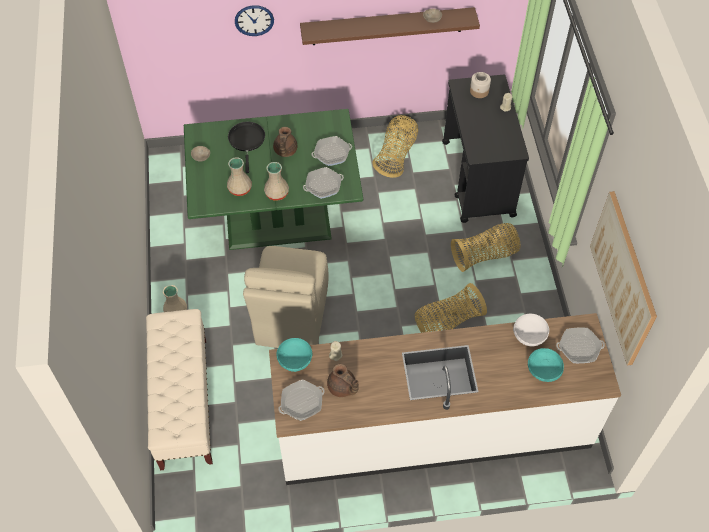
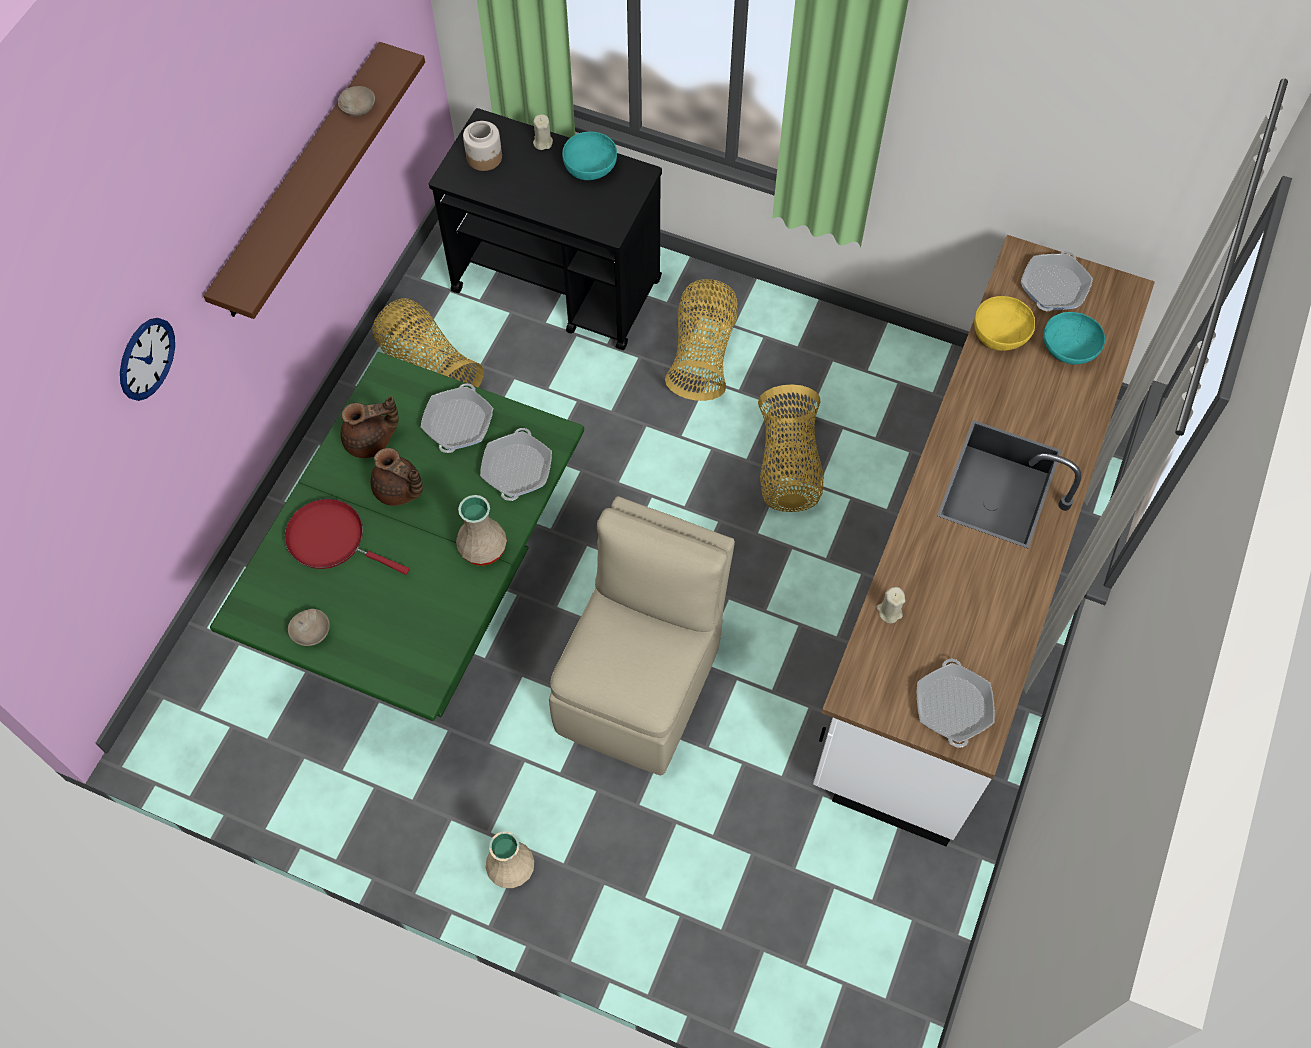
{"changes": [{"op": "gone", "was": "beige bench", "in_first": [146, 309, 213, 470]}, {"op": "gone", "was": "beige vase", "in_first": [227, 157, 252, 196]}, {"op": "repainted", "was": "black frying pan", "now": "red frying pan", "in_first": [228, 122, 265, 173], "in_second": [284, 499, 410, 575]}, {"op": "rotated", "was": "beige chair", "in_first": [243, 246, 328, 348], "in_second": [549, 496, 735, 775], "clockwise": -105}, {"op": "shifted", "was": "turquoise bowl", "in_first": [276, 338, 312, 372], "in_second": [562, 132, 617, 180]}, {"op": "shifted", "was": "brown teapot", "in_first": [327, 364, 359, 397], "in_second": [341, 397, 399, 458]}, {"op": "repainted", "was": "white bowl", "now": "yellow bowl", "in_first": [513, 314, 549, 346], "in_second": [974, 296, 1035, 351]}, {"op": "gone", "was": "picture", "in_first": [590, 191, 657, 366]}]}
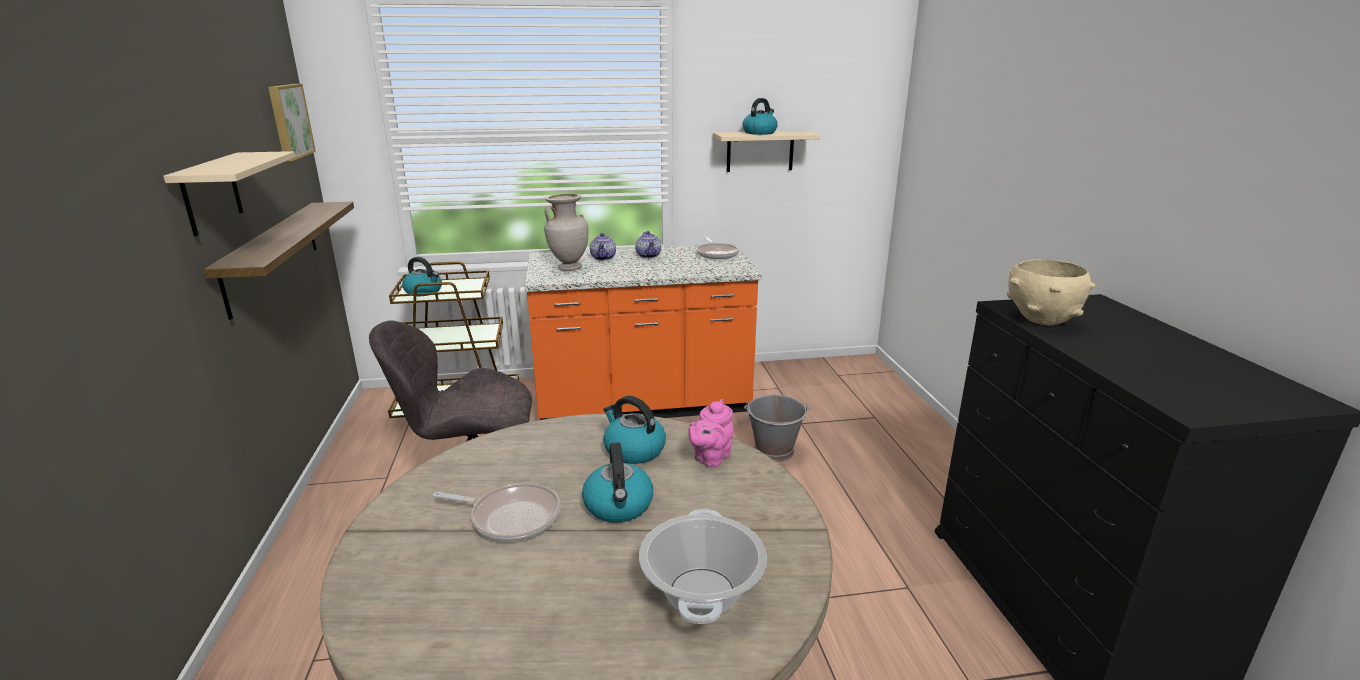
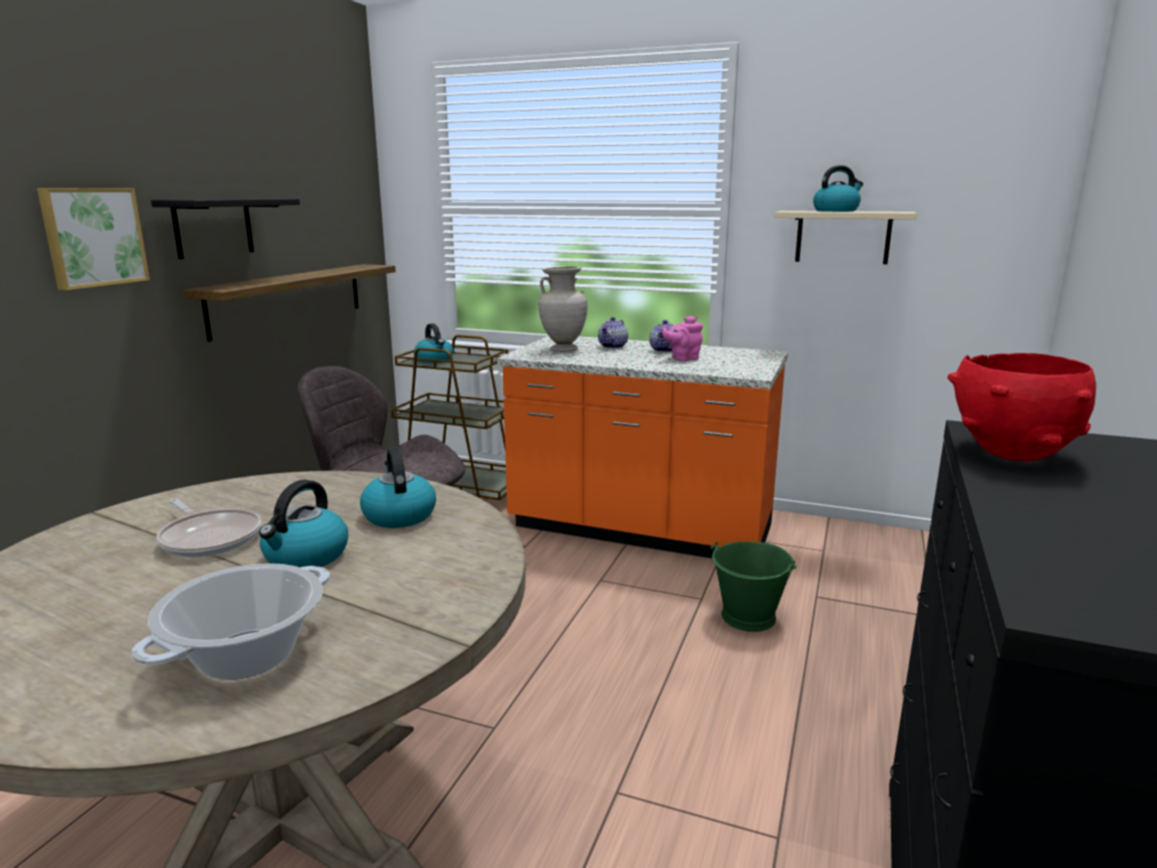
{"changes": [{"op": "repainted", "was": "beige shelf", "now": "black shelf", "in_first": [163, 151, 295, 237], "in_second": [151, 199, 300, 259]}, {"op": "shifted", "was": "picture", "in_first": [268, 84, 316, 161], "in_second": [37, 188, 150, 290]}, {"op": "shifted", "was": "pink teapot", "in_first": [689, 399, 734, 467], "in_second": [662, 316, 703, 361]}, {"op": "gone", "was": "frying pan", "in_first": [696, 237, 739, 259]}, {"op": "repainted", "was": "grey bucket", "now": "green bucket", "in_first": [744, 394, 810, 462], "in_second": [711, 541, 797, 632]}, {"op": "repainted", "was": "beige bowl", "now": "red bowl", "in_first": [1007, 259, 1095, 325], "in_second": [948, 353, 1096, 462]}]}
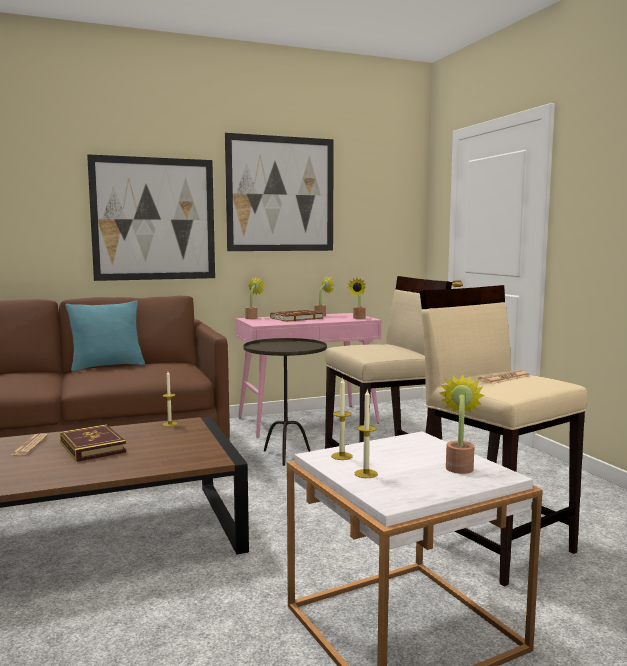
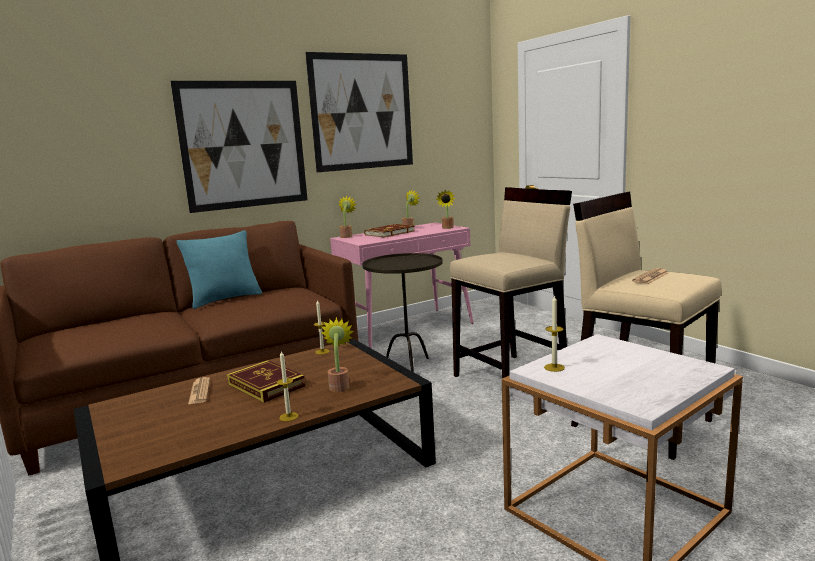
{"changes": [{"op": "shifted", "was": "candle", "in_first": [355, 390, 378, 478], "in_second": [277, 351, 298, 421]}, {"op": "shifted", "was": "potted plant", "in_first": [439, 374, 484, 474], "in_second": [321, 317, 354, 392]}]}
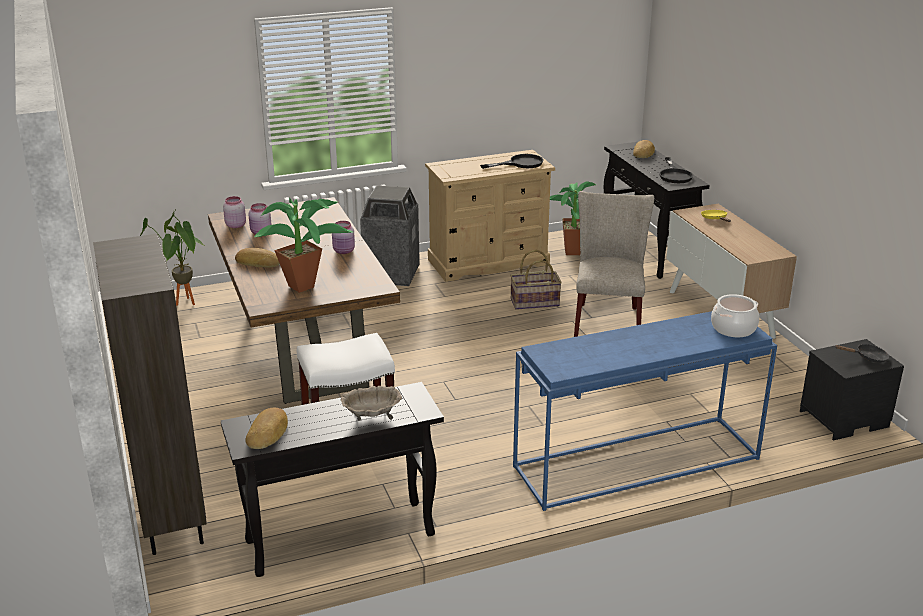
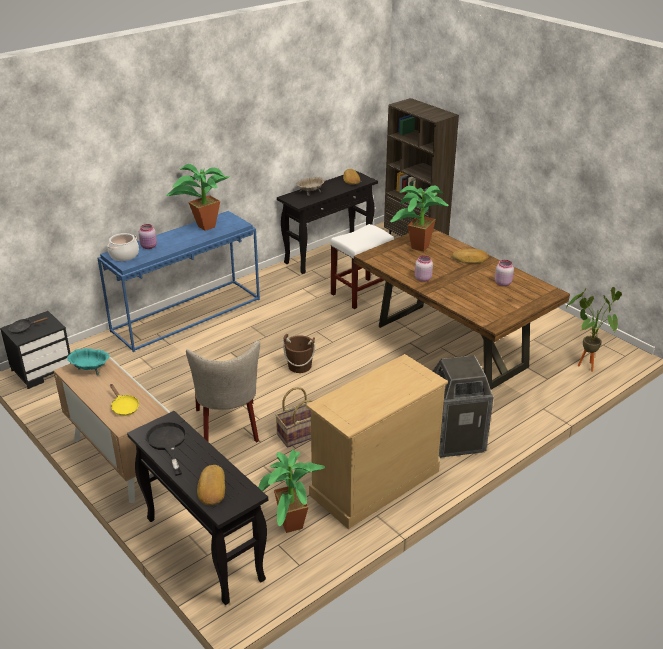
{"changes": [{"op": "shifted", "was": "pink jar", "in_first": [223, 196, 246, 228], "in_second": [139, 224, 157, 249]}, {"op": "gone", "was": "black frying pan", "in_first": [480, 154, 544, 169]}, {"op": "new", "now": "turquoise bowl", "in_second": [67, 348, 109, 375]}, {"op": "new", "now": "potted plant", "in_second": [165, 164, 230, 231]}, {"op": "new", "now": "brown bucket", "in_second": [283, 334, 315, 373]}]}
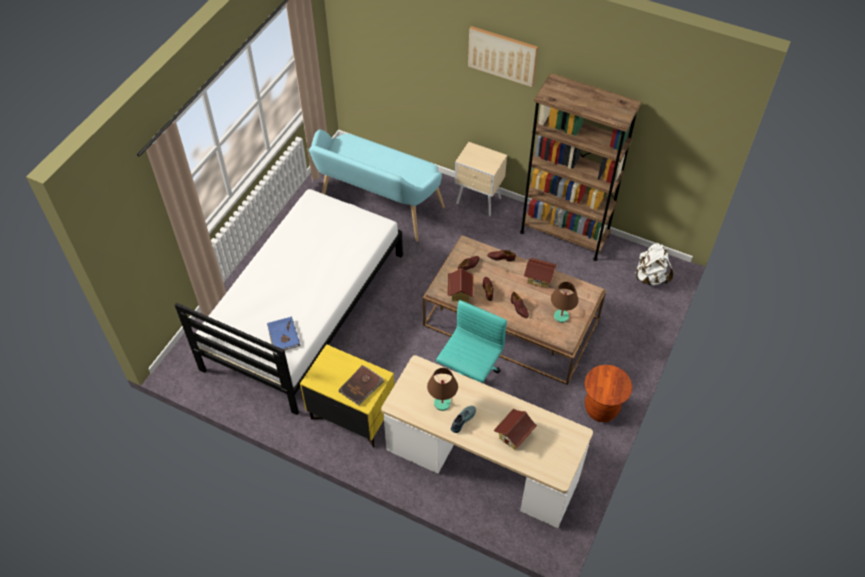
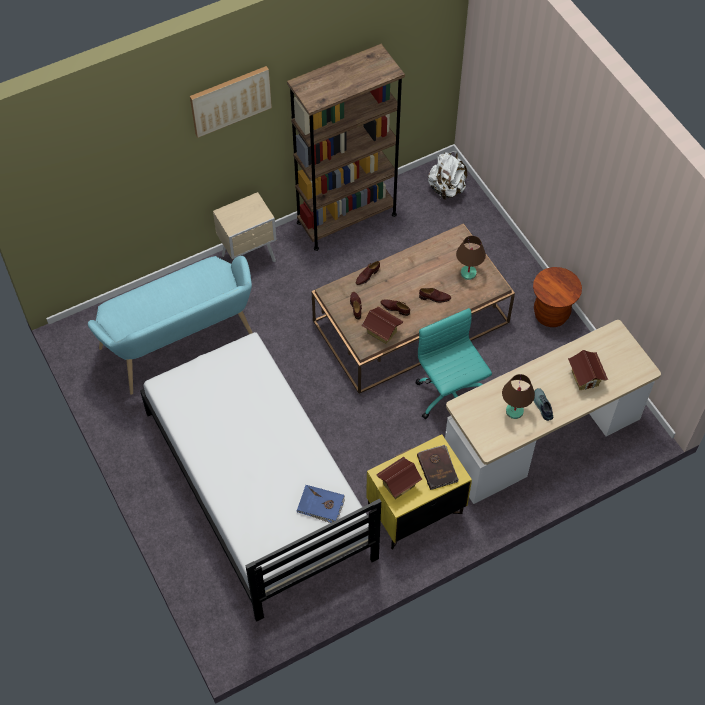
{"changes": [{"op": "shifted", "was": "toy house", "in_first": [524, 257, 557, 288], "in_second": [376, 457, 422, 499]}]}
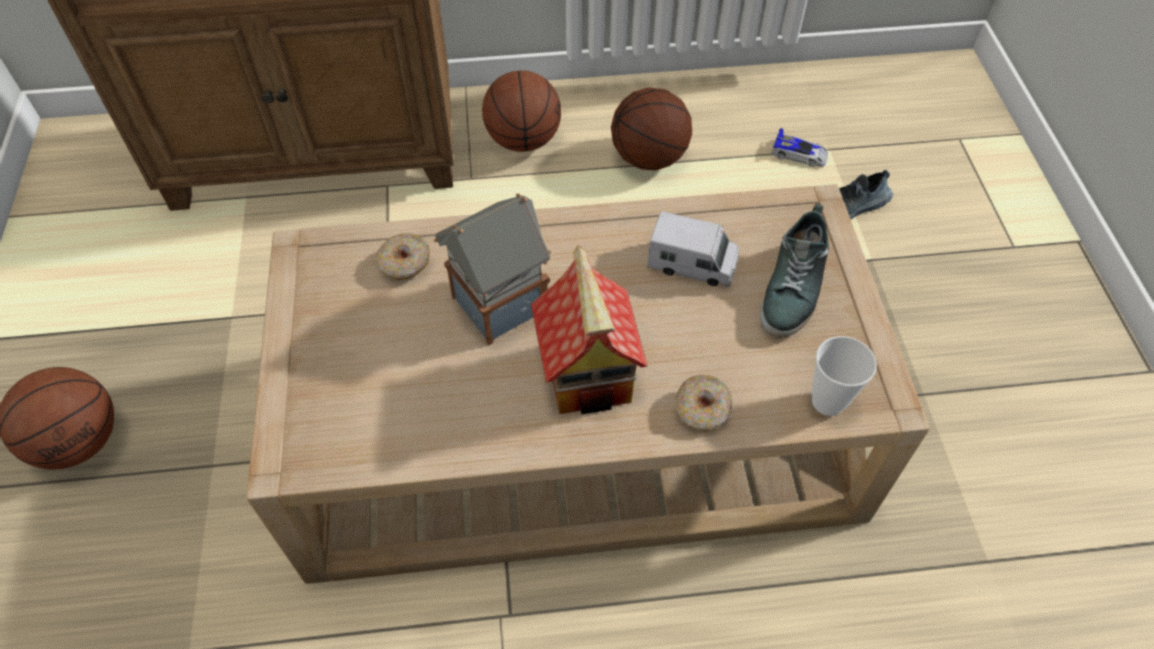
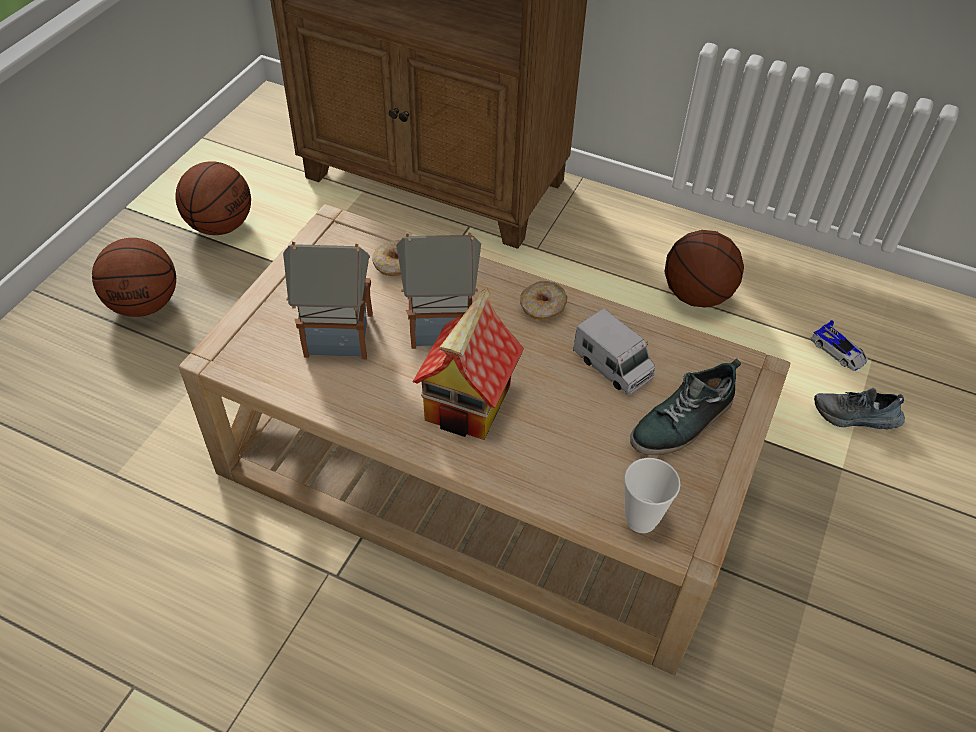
{"changes": [{"op": "shifted", "was": "basketball", "in_first": [482, 70, 561, 152], "in_second": [175, 161, 251, 235]}, {"op": "shifted", "was": "donut", "in_first": [674, 375, 732, 431], "in_second": [520, 281, 567, 320]}, {"op": "new", "now": "toy house", "in_second": [283, 242, 373, 359]}]}
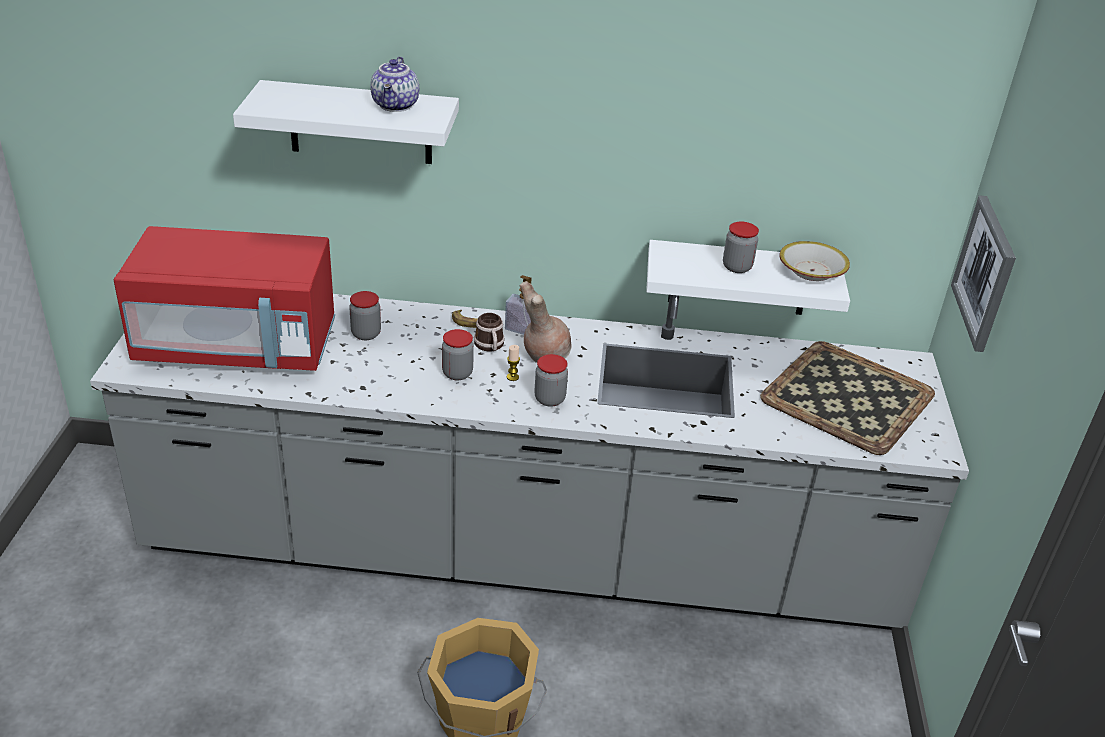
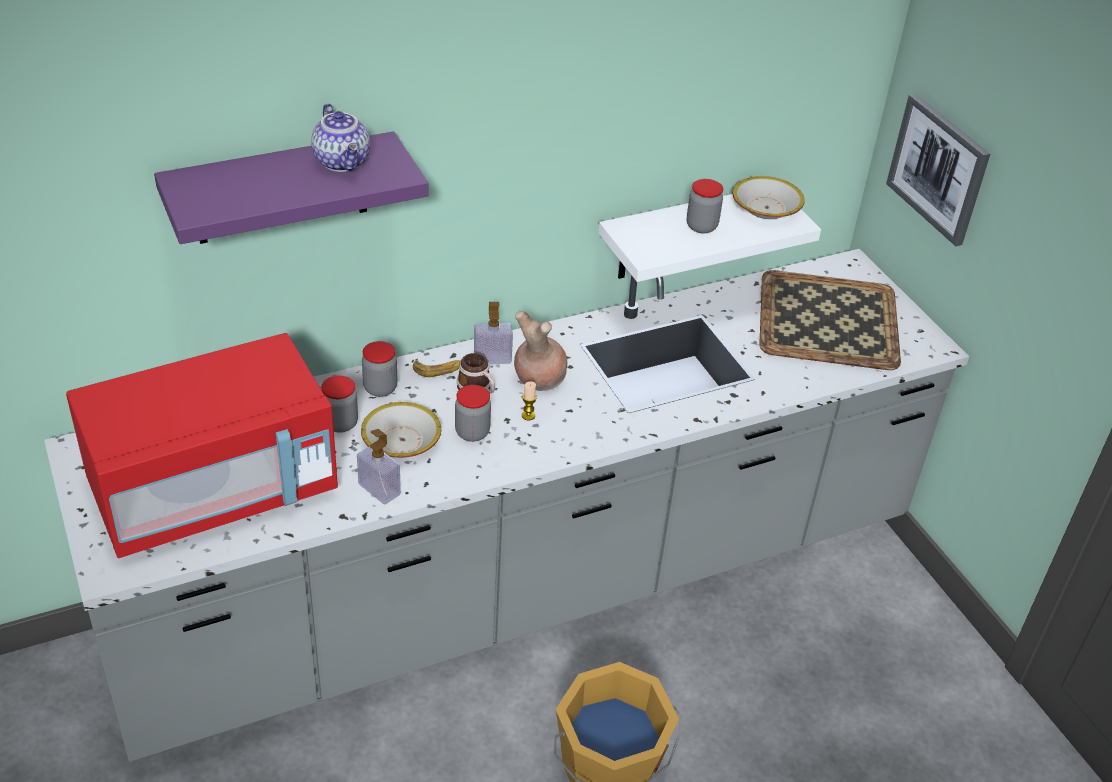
{"changes": [{"op": "repainted", "was": "white shelf", "now": "purple shelf", "in_first": [233, 80, 459, 164], "in_second": [154, 131, 429, 244]}, {"op": "shifted", "was": "jar", "in_first": [534, 354, 568, 407], "in_second": [362, 341, 397, 397]}, {"op": "new", "now": "soap dispenser", "in_second": [357, 429, 401, 504]}, {"op": "new", "now": "bowl", "in_second": [361, 402, 441, 458]}]}
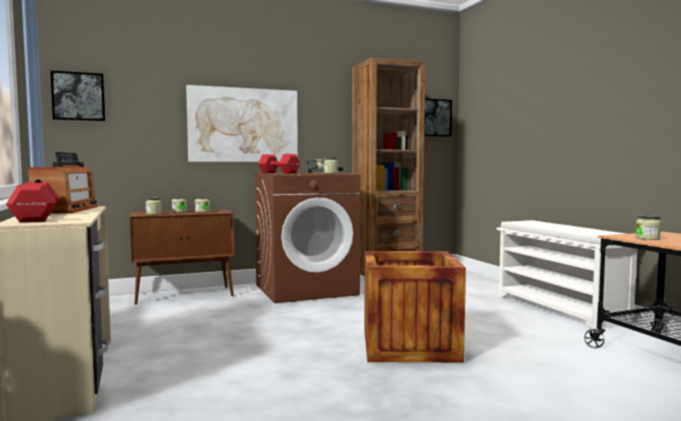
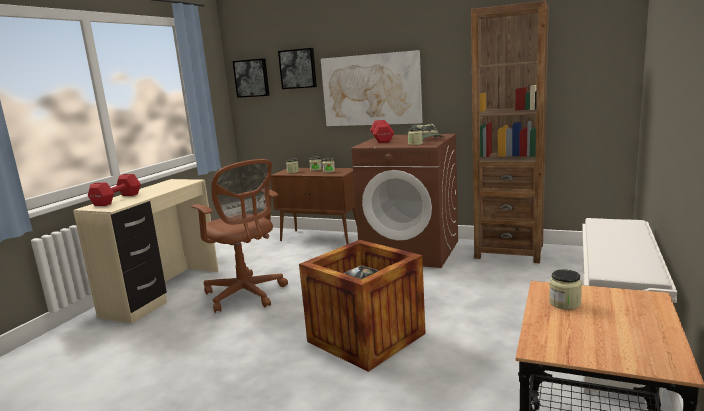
{"changes": [{"op": "gone", "was": "radio", "in_first": [28, 152, 98, 213]}, {"op": "shifted", "was": "picture", "in_first": [424, 99, 452, 137], "in_second": [278, 48, 317, 89]}, {"op": "new", "now": "brown office chair", "in_second": [191, 159, 288, 313]}]}
